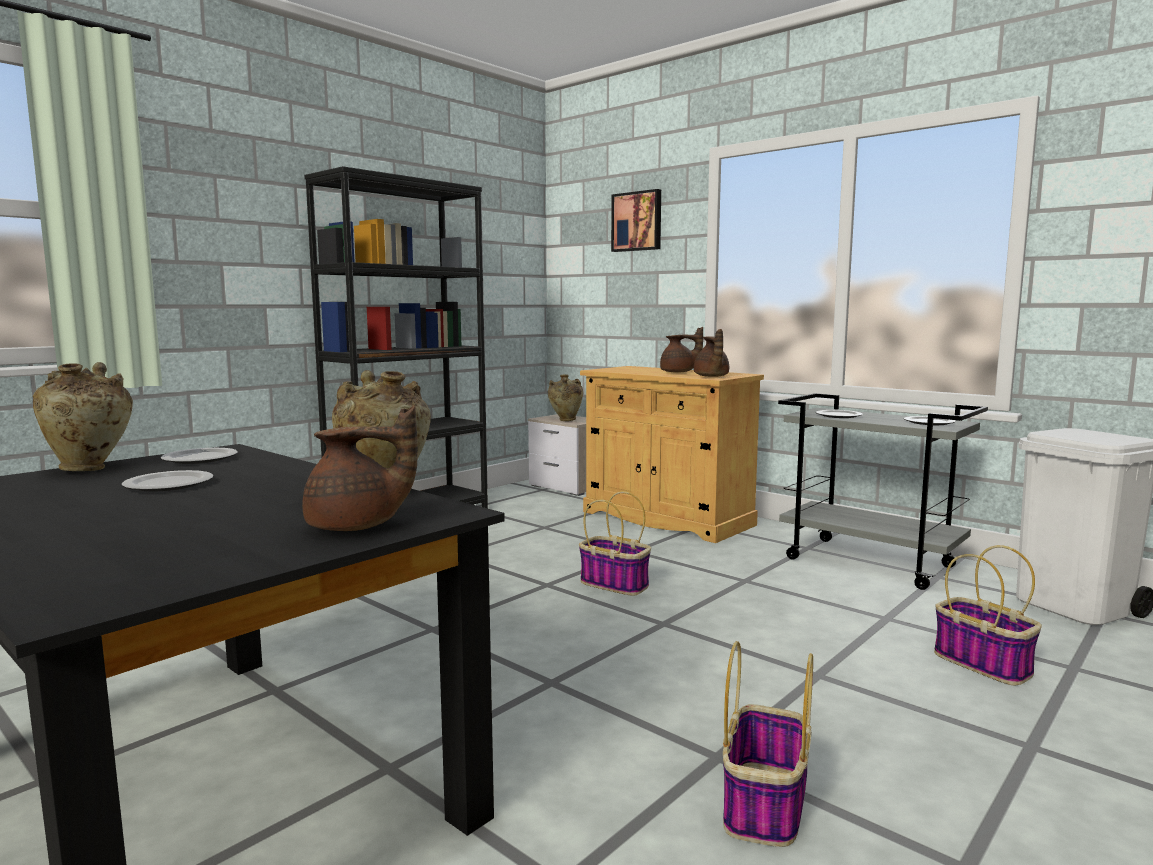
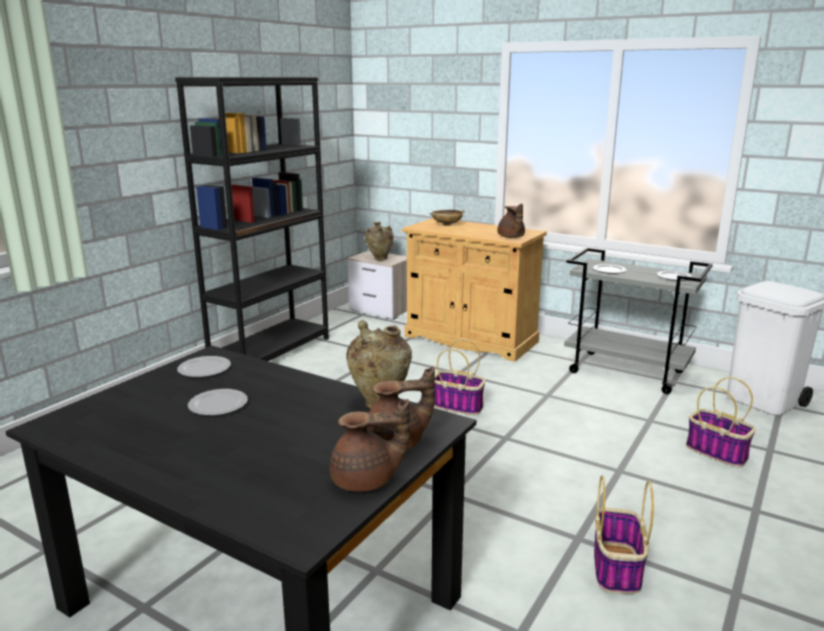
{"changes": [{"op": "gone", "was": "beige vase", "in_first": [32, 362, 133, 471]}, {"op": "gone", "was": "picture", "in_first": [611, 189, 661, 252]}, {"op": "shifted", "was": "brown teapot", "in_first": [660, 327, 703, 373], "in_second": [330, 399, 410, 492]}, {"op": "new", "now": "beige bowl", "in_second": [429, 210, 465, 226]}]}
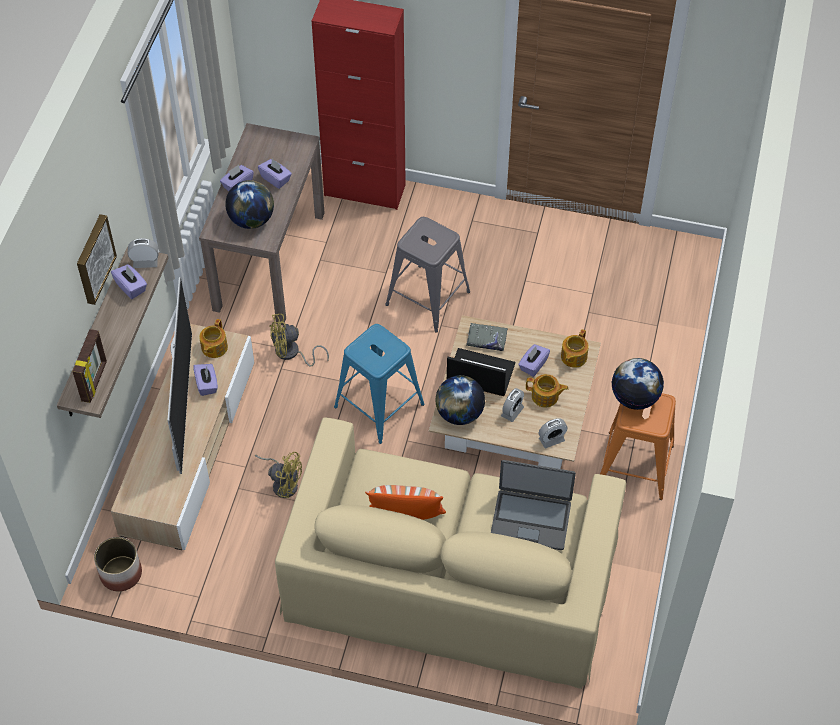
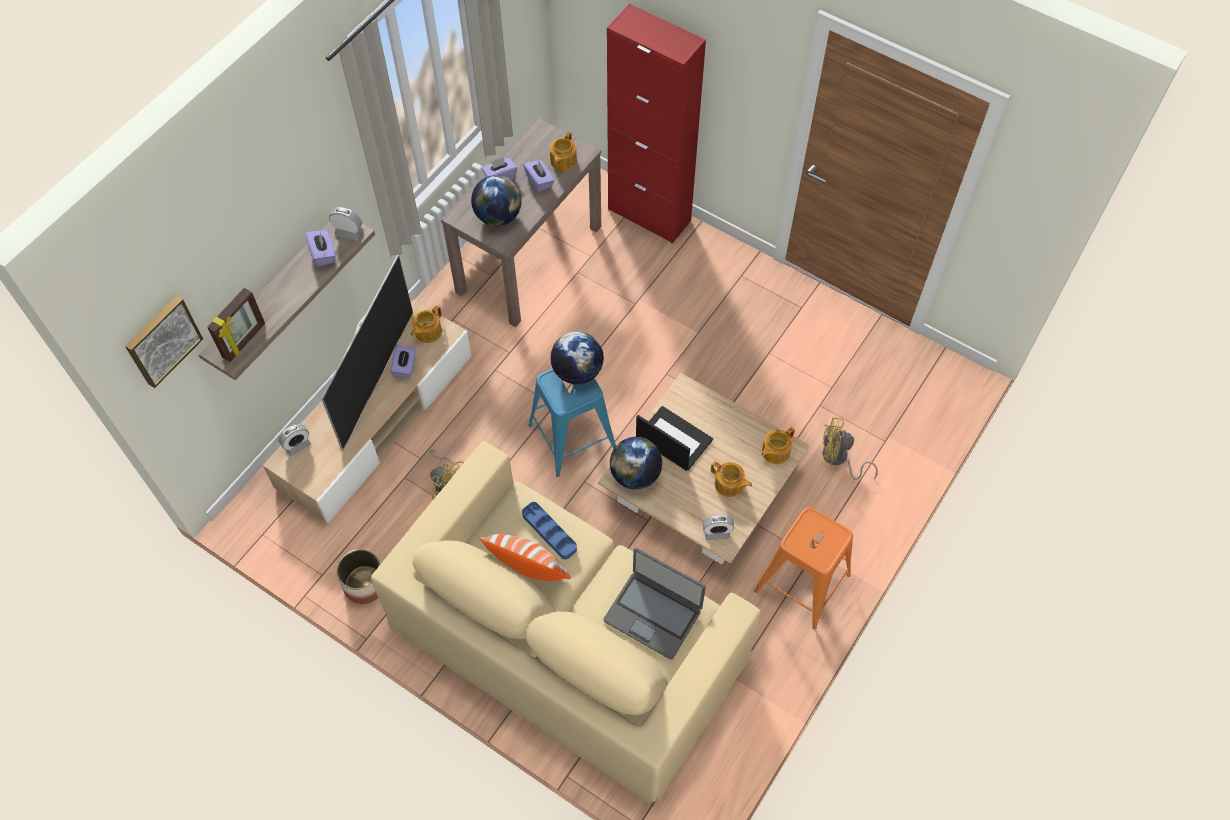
{"changes": [{"op": "shifted", "was": "picture", "in_first": [77, 214, 117, 305], "in_second": [125, 295, 203, 388]}, {"op": "shifted", "was": "planter", "in_first": [94, 537, 142, 592], "in_second": [336, 549, 380, 604]}, {"op": "shifted", "was": "yellow fan", "in_first": [269, 314, 329, 367], "in_second": [823, 417, 878, 480]}, {"op": "gone", "was": "grey stool", "in_first": [385, 217, 470, 333]}, {"op": "gone", "was": "grey book", "in_first": [467, 323, 508, 351]}, {"op": "shifted", "was": "alarm clock", "in_first": [501, 388, 524, 422], "in_second": [279, 424, 311, 456]}, {"op": "gone", "was": "purple tissue box", "in_first": [518, 344, 550, 377]}, {"op": "shifted", "was": "globe", "in_first": [612, 358, 664, 410], "in_second": [550, 331, 604, 384]}, {"op": "new", "now": "blue tray", "in_second": [522, 502, 577, 559]}, {"op": "new", "now": "teapot", "in_second": [550, 131, 577, 171]}]}
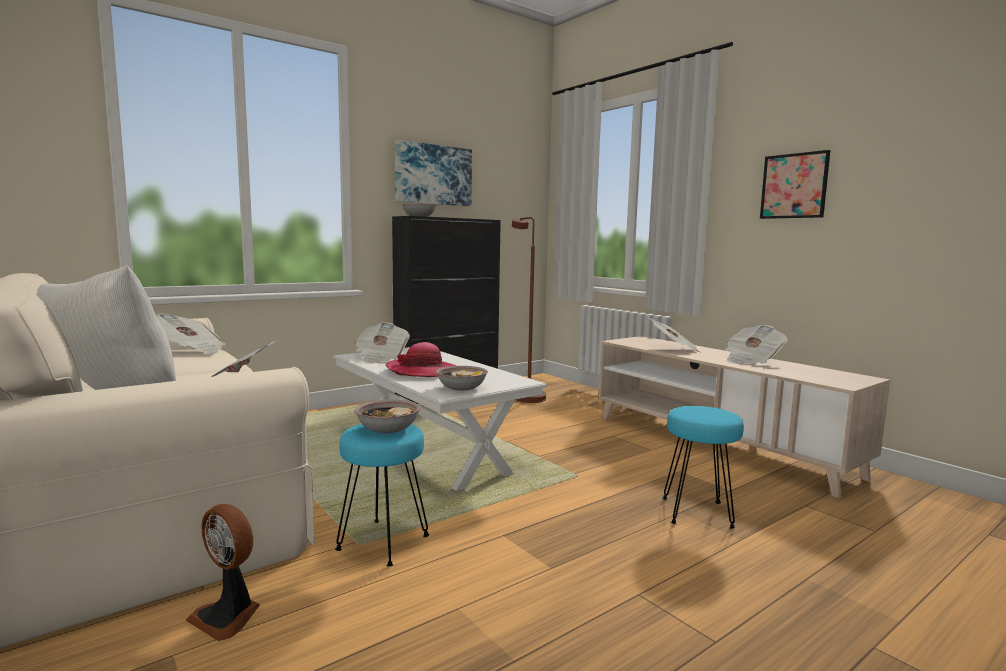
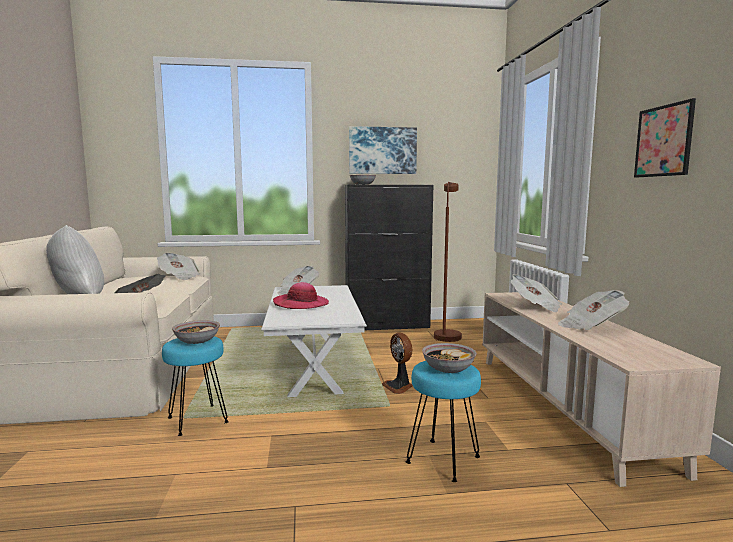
{"changes": [{"op": "shifted", "was": "fan", "in_first": [186, 504, 260, 641], "in_second": [382, 333, 413, 394]}, {"op": "shifted", "was": "bowl", "in_first": [436, 366, 488, 391], "in_second": [422, 343, 477, 373]}]}
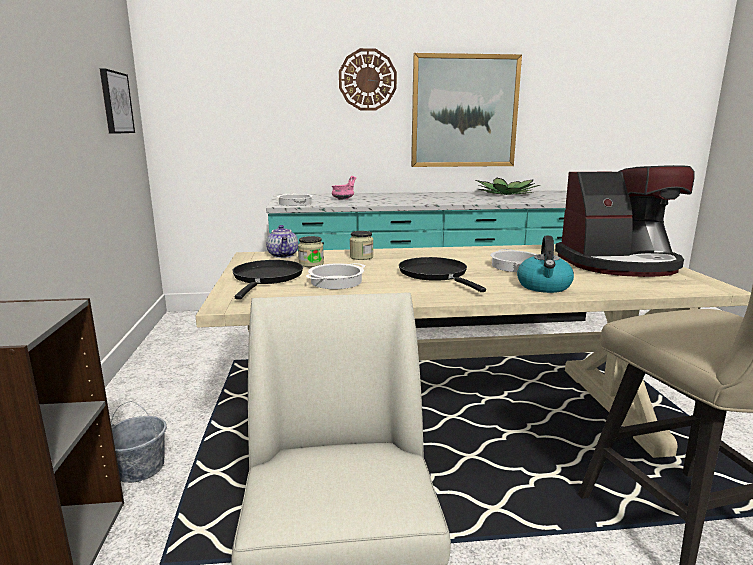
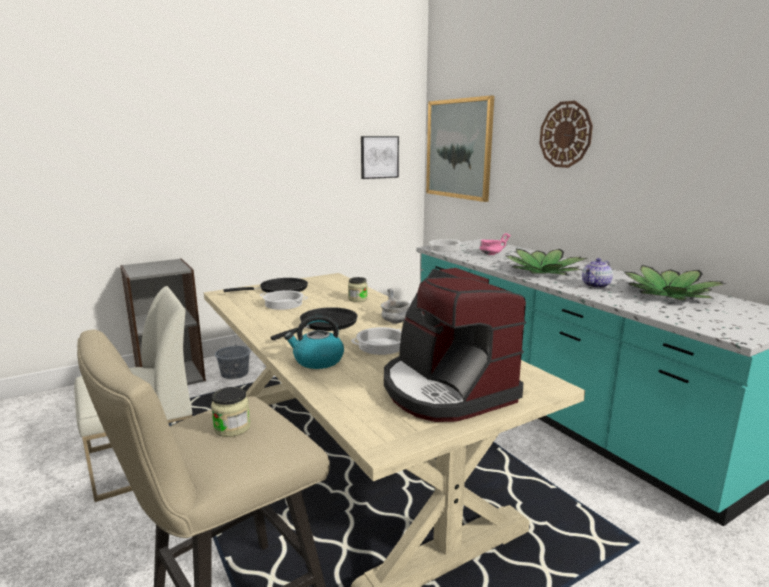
{"changes": [{"op": "shifted", "was": "teapot", "in_first": [266, 225, 298, 258], "in_second": [582, 258, 613, 288]}, {"op": "shifted", "was": "jar", "in_first": [298, 236, 324, 267], "in_second": [211, 387, 251, 437]}, {"op": "shifted", "was": "picture", "in_first": [411, 53, 522, 167], "in_second": [426, 96, 494, 202]}, {"op": "new", "now": "grey bowl", "in_second": [381, 288, 410, 324]}, {"op": "new", "now": "potted plant", "in_second": [506, 249, 587, 275]}]}
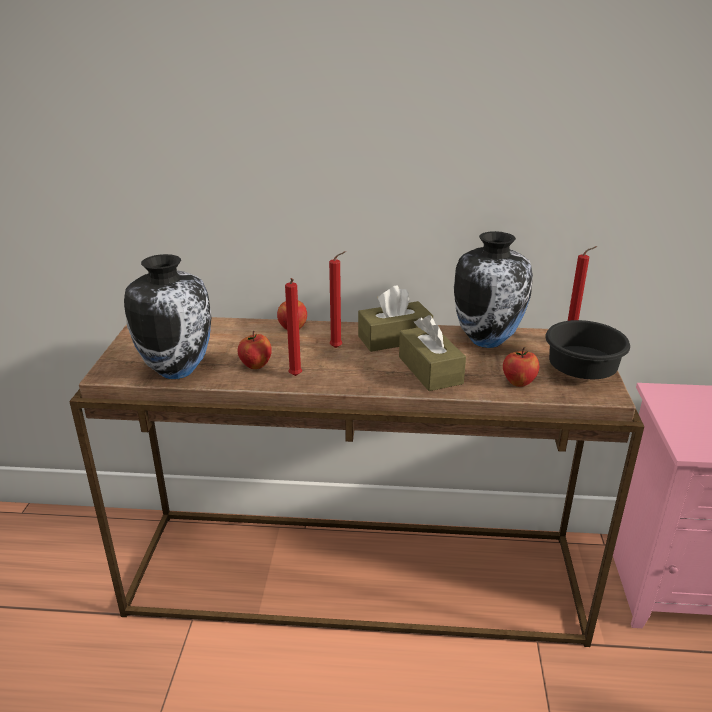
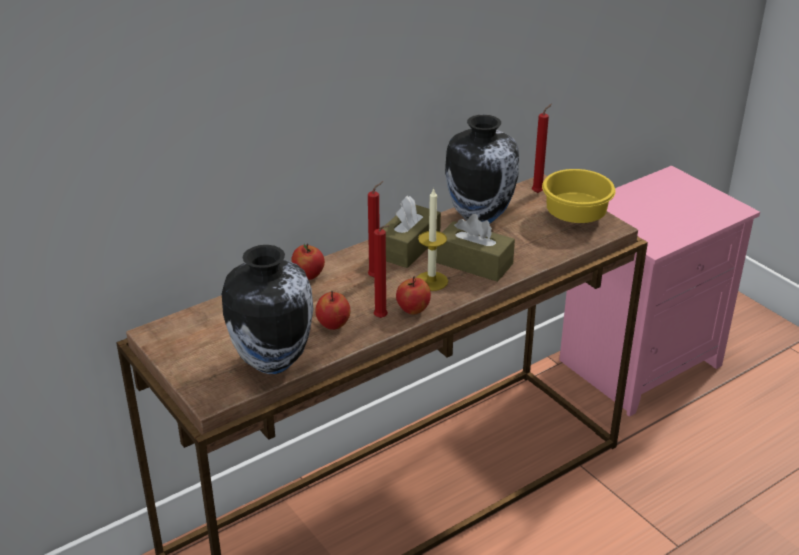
{"changes": [{"op": "shifted", "was": "apple", "in_first": [503, 347, 539, 387], "in_second": [396, 276, 431, 314]}, {"op": "repainted", "was": "black bowl", "now": "yellow bowl", "in_first": [545, 320, 630, 379], "in_second": [542, 169, 615, 223]}, {"op": "new", "now": "candle", "in_second": [416, 188, 448, 291]}]}
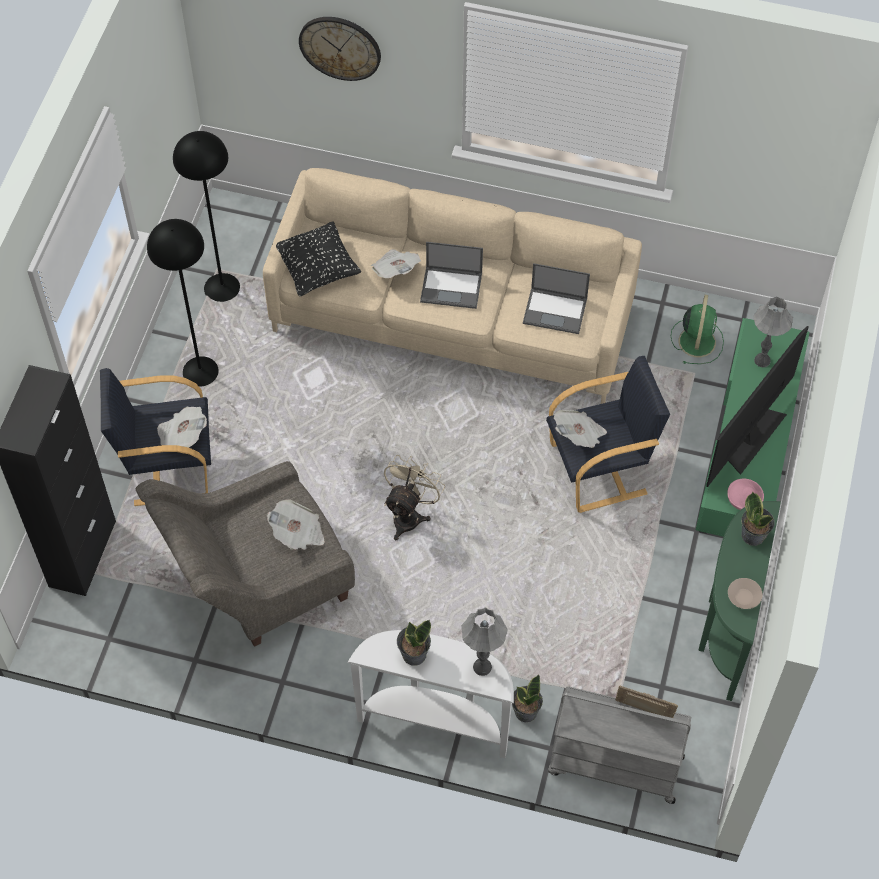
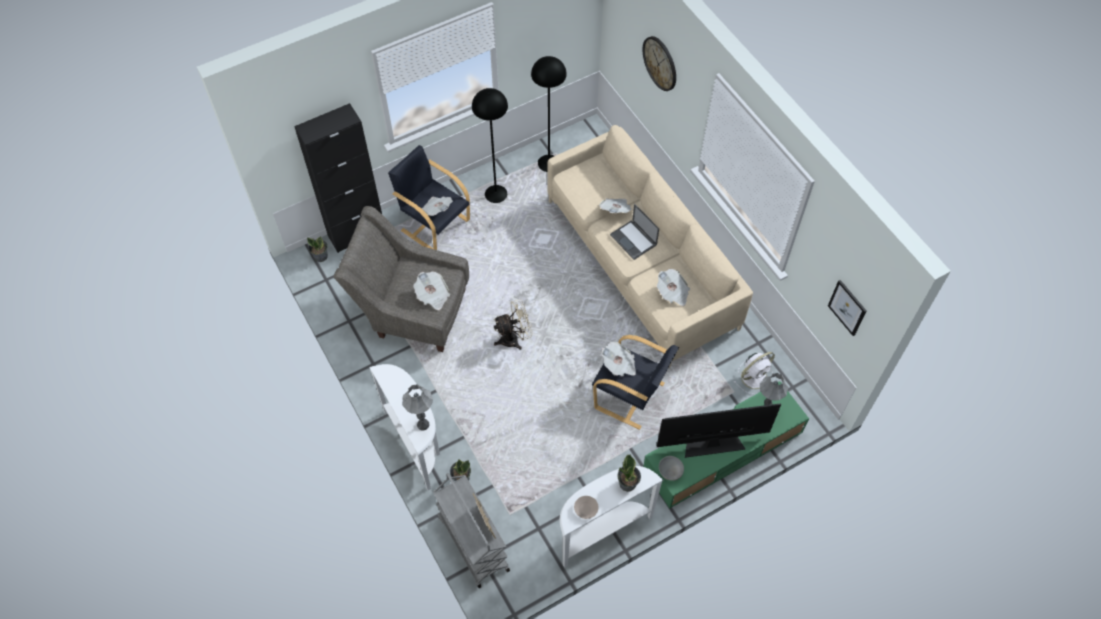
{"changes": [{"op": "gone", "was": "black pillow", "in_first": [276, 221, 361, 297]}, {"op": "shifted", "was": "potted plant", "in_first": [397, 620, 431, 666], "in_second": [307, 236, 328, 262]}, {"op": "swapped", "was": "laptop", "now": "newspaper", "in_first": [523, 263, 590, 334], "in_second": [657, 269, 690, 306]}, {"op": "repainted", "was": "green fan", "now": "white fan", "in_first": [671, 295, 724, 364], "in_second": [734, 352, 775, 395]}, {"op": "repainted", "was": "green console table", "now": "white console table", "in_first": [698, 501, 781, 701], "in_second": [560, 466, 664, 568]}, {"op": "repainted", "was": "pink bowl", "now": "grey bowl", "in_first": [727, 478, 764, 510], "in_second": [659, 456, 684, 481]}, {"op": "new", "now": "picture", "in_second": [828, 280, 866, 336]}]}
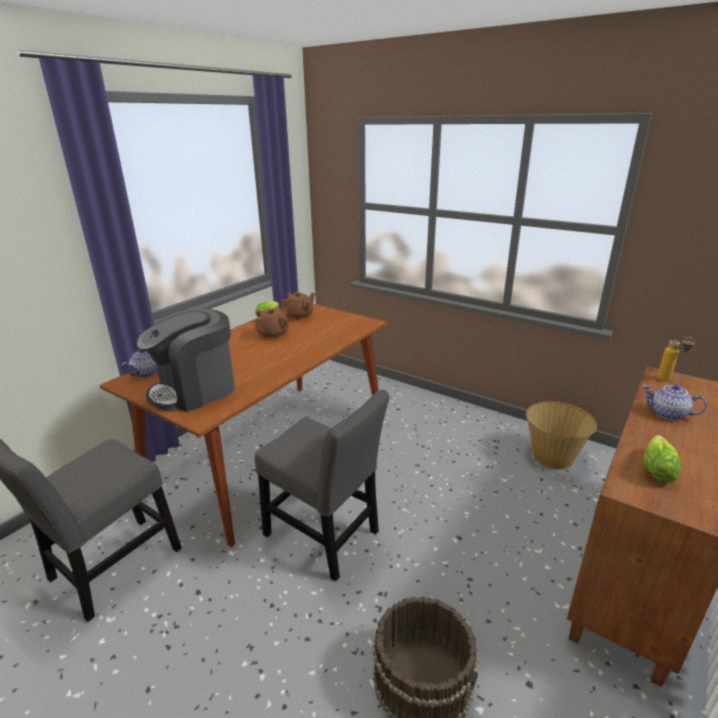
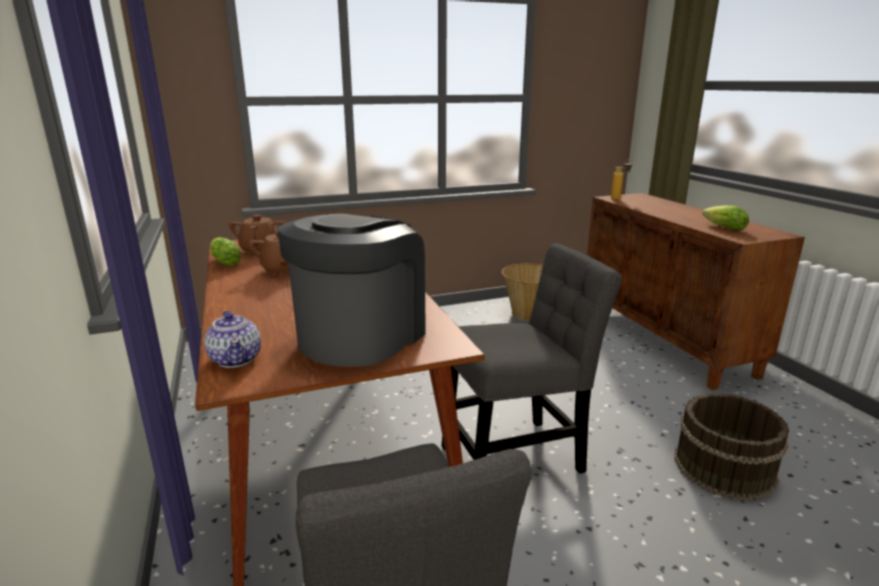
{"changes": [{"op": "rotated", "was": "coffee machine", "in_first": [137, 308, 235, 412], "in_second": [277, 214, 426, 367], "clockwise": -150}, {"op": "gone", "was": "teapot", "in_first": [643, 384, 707, 420]}]}
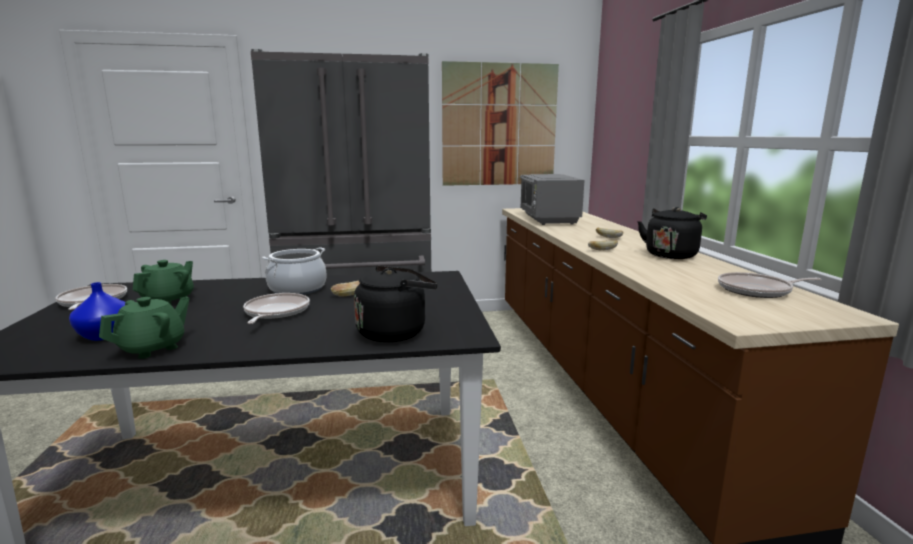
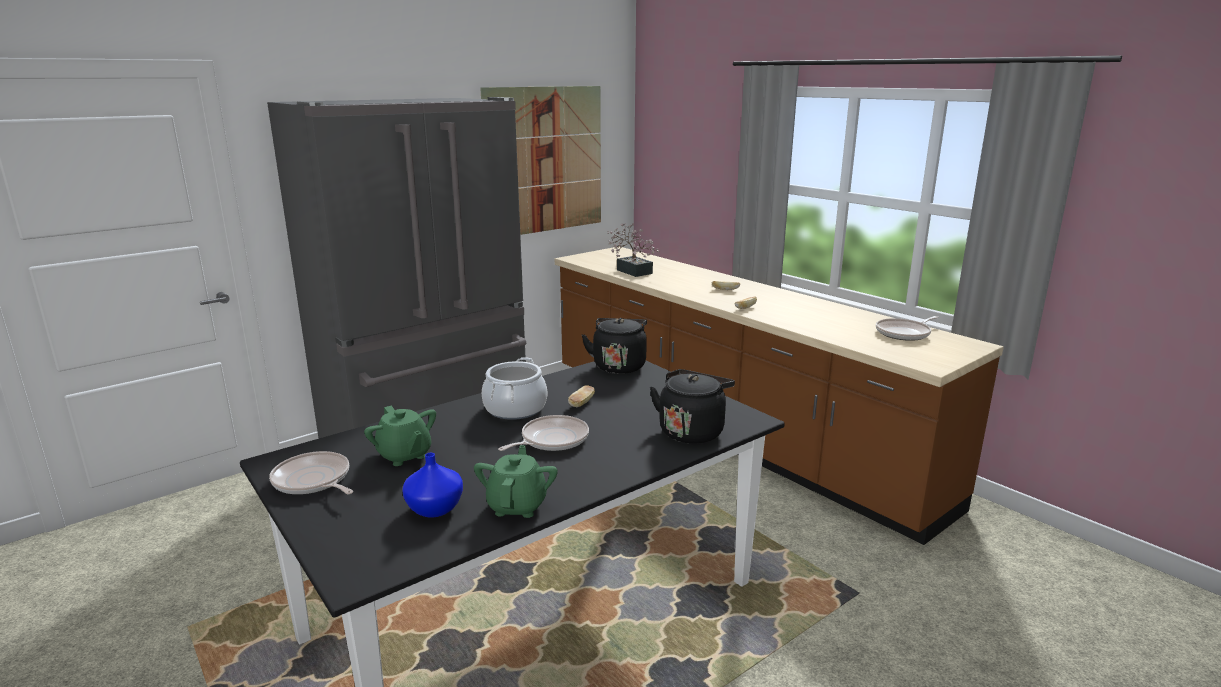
{"changes": [{"op": "rotated", "was": "green teapot", "in_first": [133, 260, 194, 305], "in_second": [364, 406, 436, 466], "clockwise": 150}, {"op": "rotated", "was": "frying pan", "in_first": [243, 293, 310, 324], "in_second": [498, 415, 589, 451], "clockwise": 75}, {"op": "swapped", "was": "grey microwave", "now": "potted plant", "in_first": [520, 174, 584, 225], "in_second": [607, 223, 660, 277]}, {"op": "shifted", "was": "black kettle", "in_first": [638, 207, 707, 259], "in_second": [582, 318, 647, 374]}]}
